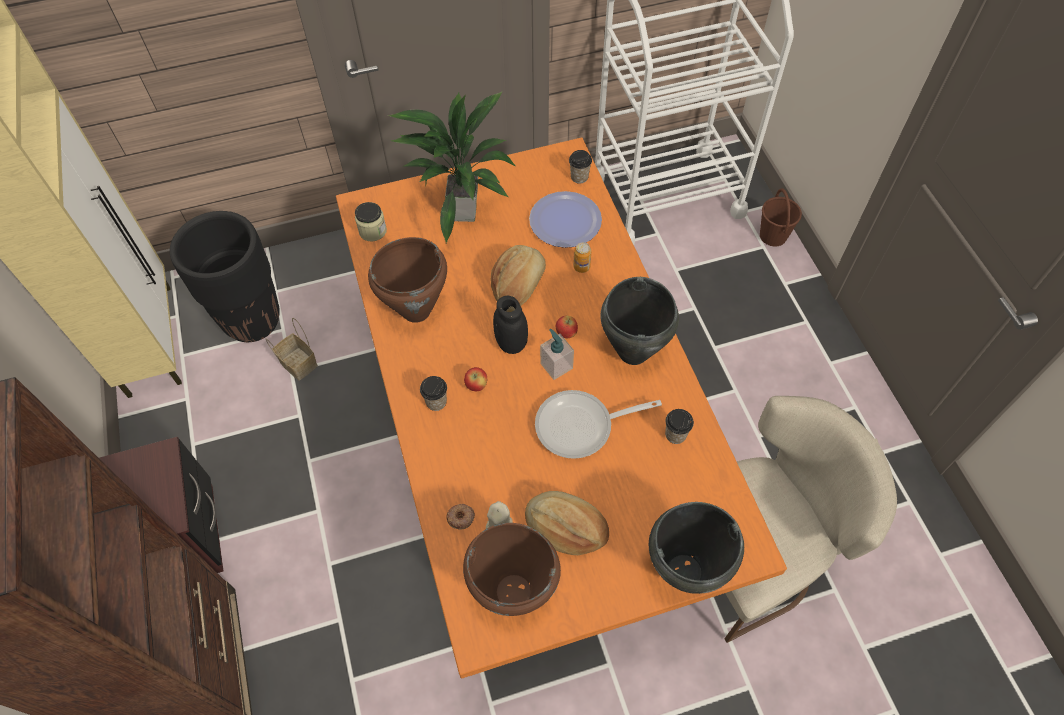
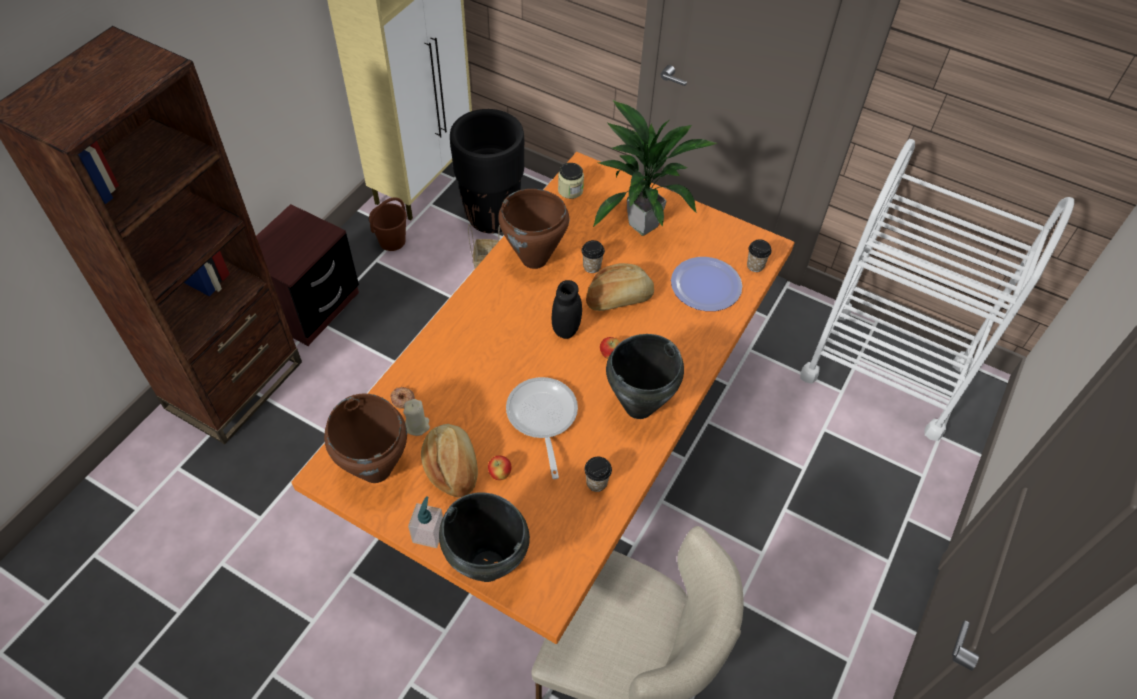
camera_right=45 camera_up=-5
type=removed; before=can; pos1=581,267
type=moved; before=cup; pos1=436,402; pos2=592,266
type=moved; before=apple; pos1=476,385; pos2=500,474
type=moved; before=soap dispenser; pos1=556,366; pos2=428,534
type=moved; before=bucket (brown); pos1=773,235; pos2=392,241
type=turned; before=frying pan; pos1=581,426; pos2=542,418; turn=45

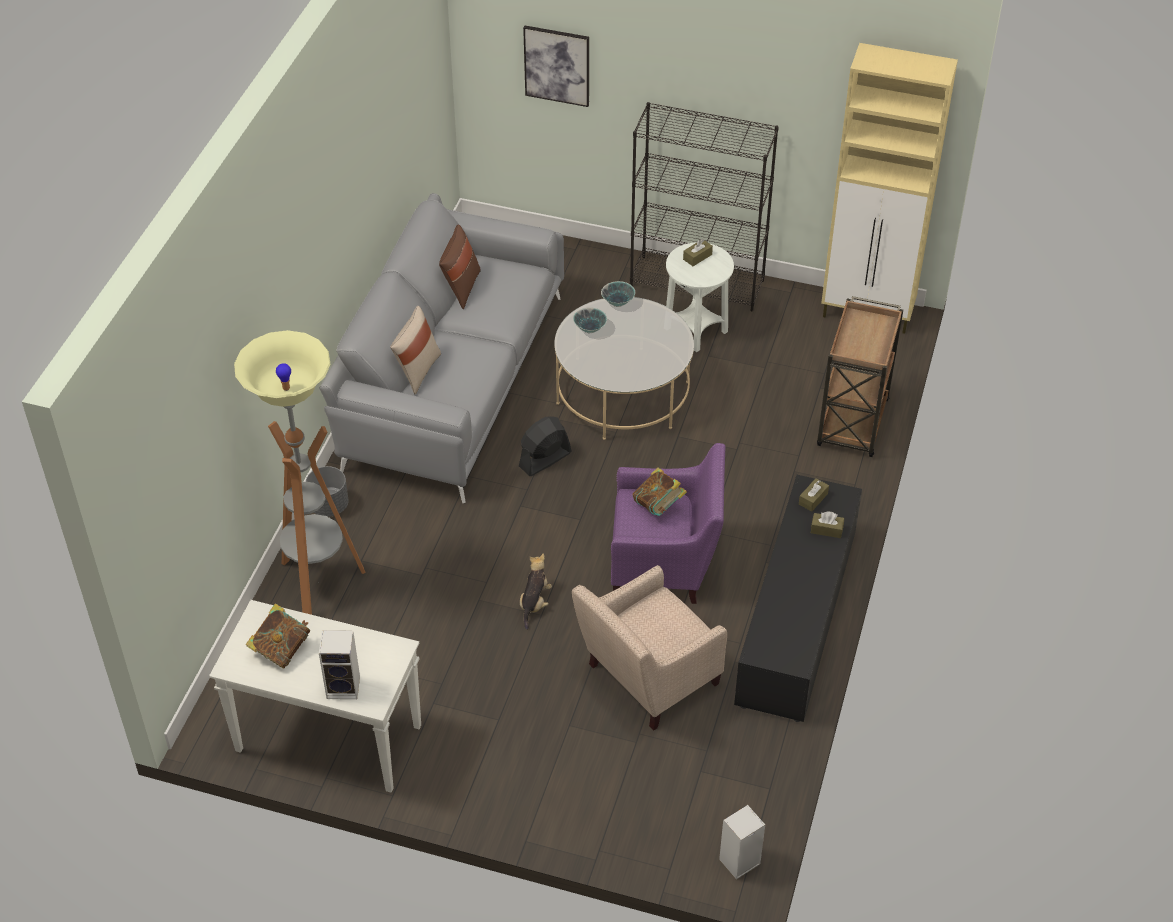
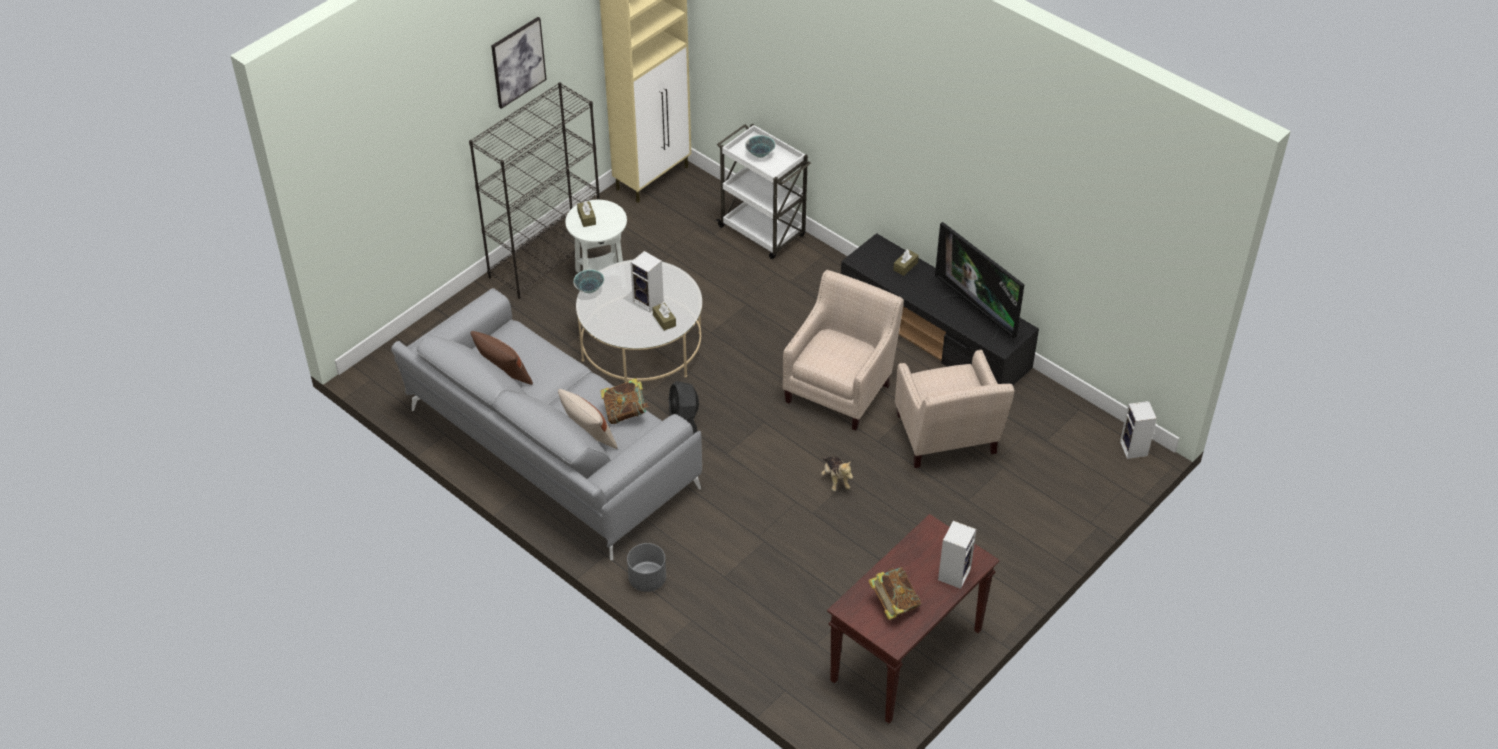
camera_right=-65 camera_up=0
type=removed; before=floor lamp; pos1=318,584
type=added; after=speaker; pos2=649,301
type=added; after=television; pos2=977,311
type=moved; before=picture; pos1=557,65; pos2=518,62
type=moved; before=bowl; pos1=590,329; pos2=760,154
type=moved; before=book; pos1=658,506; pos2=625,412
type=moved; before=tissue box (brown); pos1=813,499; pos2=664,320
type=recoloured; before=console table (white); after=console table (brown); pos1=327,739; pos2=906,657
type=recoloured; before=armchair (purple); after=armchair (beige); pos1=665,565; pos2=841,388
type=recoloured; before=cart (brown); after=cart (white); pos1=852,424; pos2=763,232
type=turned; before=plush toy; pos1=534,603; pos2=835,479; turn=-150

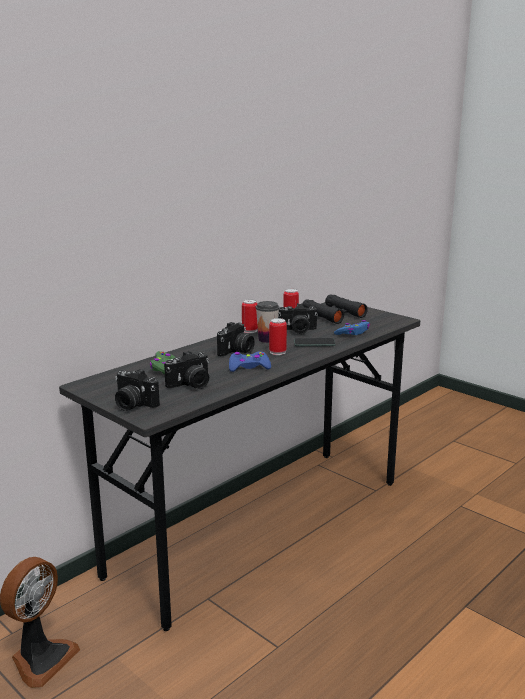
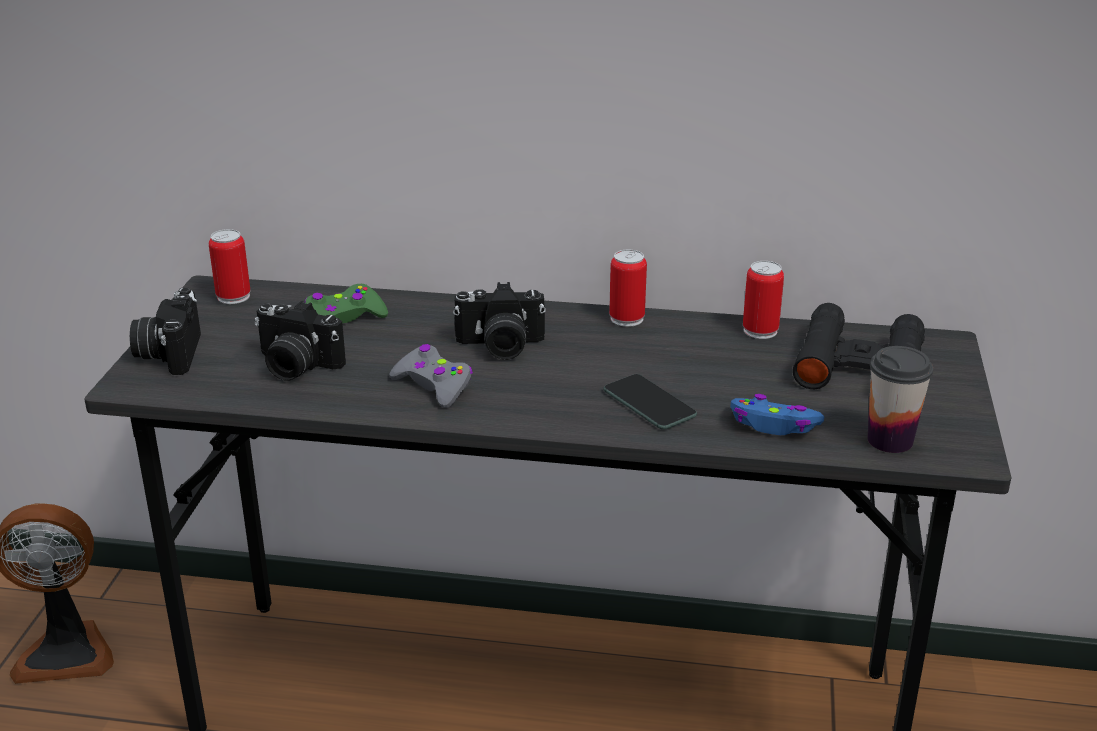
camera_right=55 camera_up=10
type=removed; before=photo camera; pos1=297,330
type=moved; before=cup; pos1=267,339; pos2=890,440
type=moved; before=can; pos1=277,352; pos2=233,296
type=recoloured; before=game controller (blue); after=game controller (grey); pos1=248,367; pos2=434,385

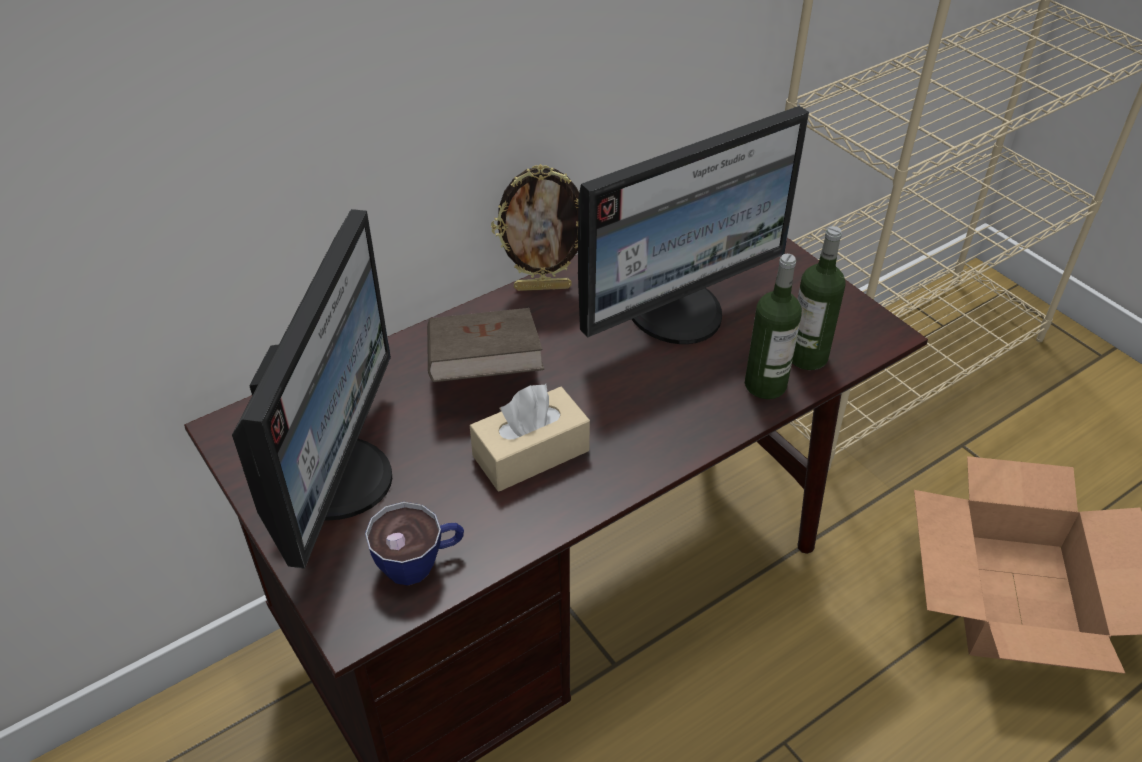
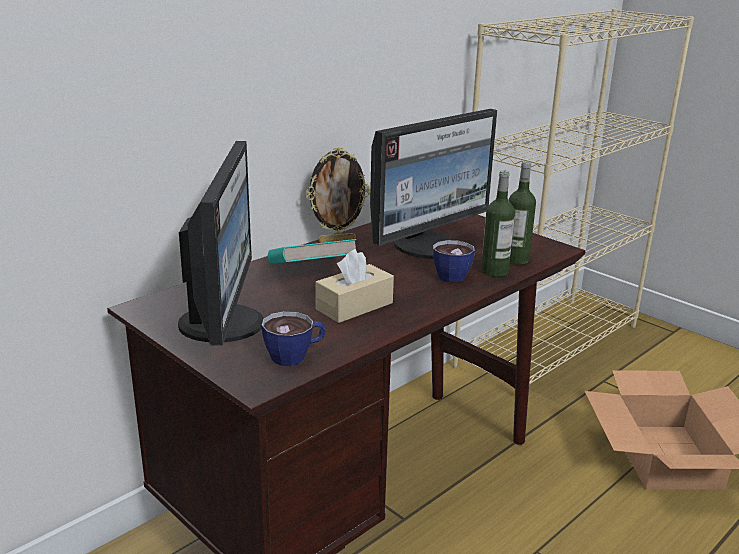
camera_right=-10 camera_up=-20
type=added; after=cup; pos2=451,274
type=recoloured; before=book (brown); after=book (turquoise); pos1=484,370; pos2=310,274

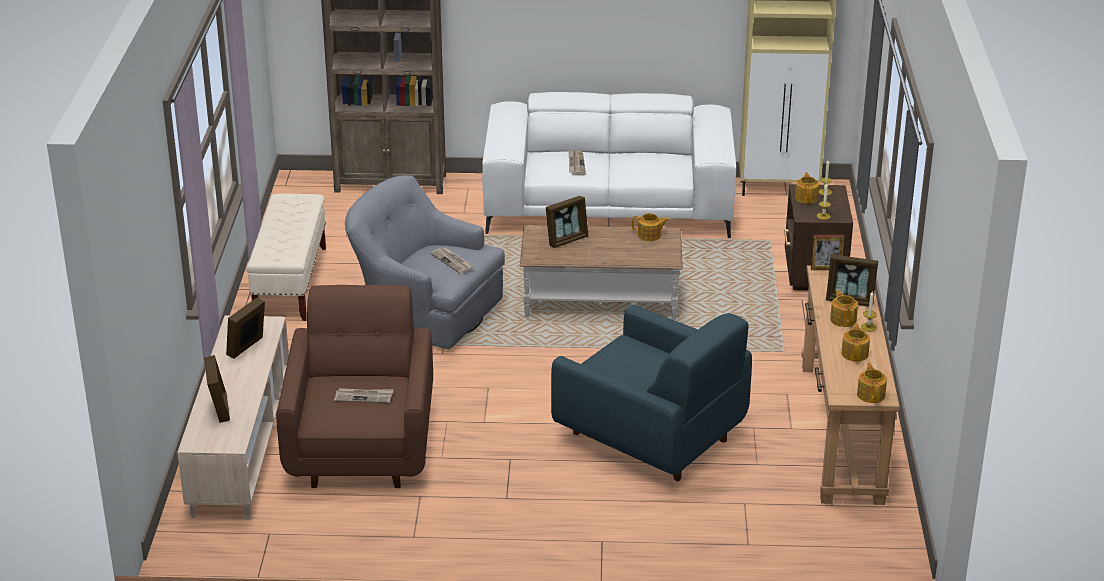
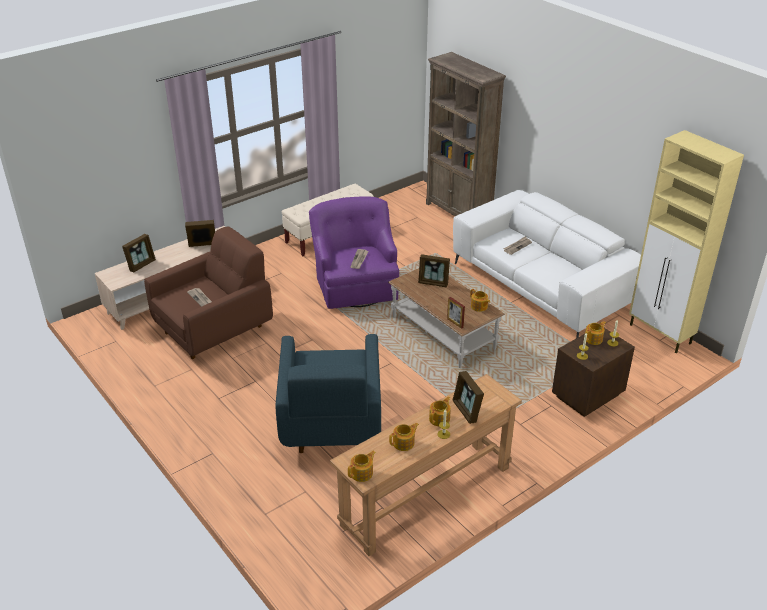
camera_right=50 camera_up=5
type=moved; before=picture frame; pos1=826,269; pos2=455,323
type=recoloured; before=armchair (grey); after=armchair (purple); pos1=425,312; pos2=355,284

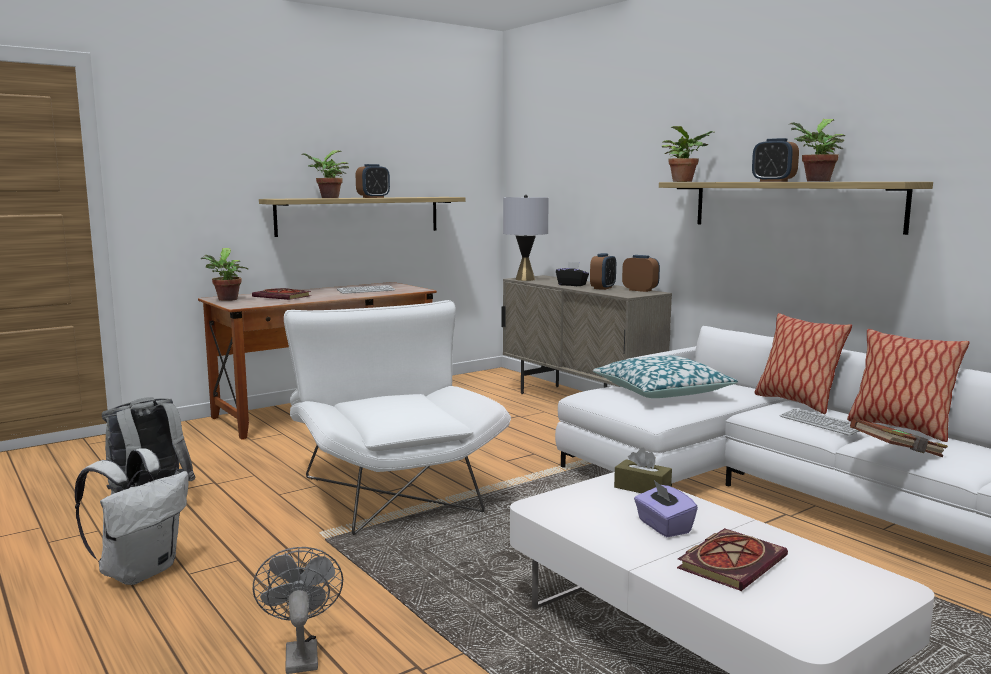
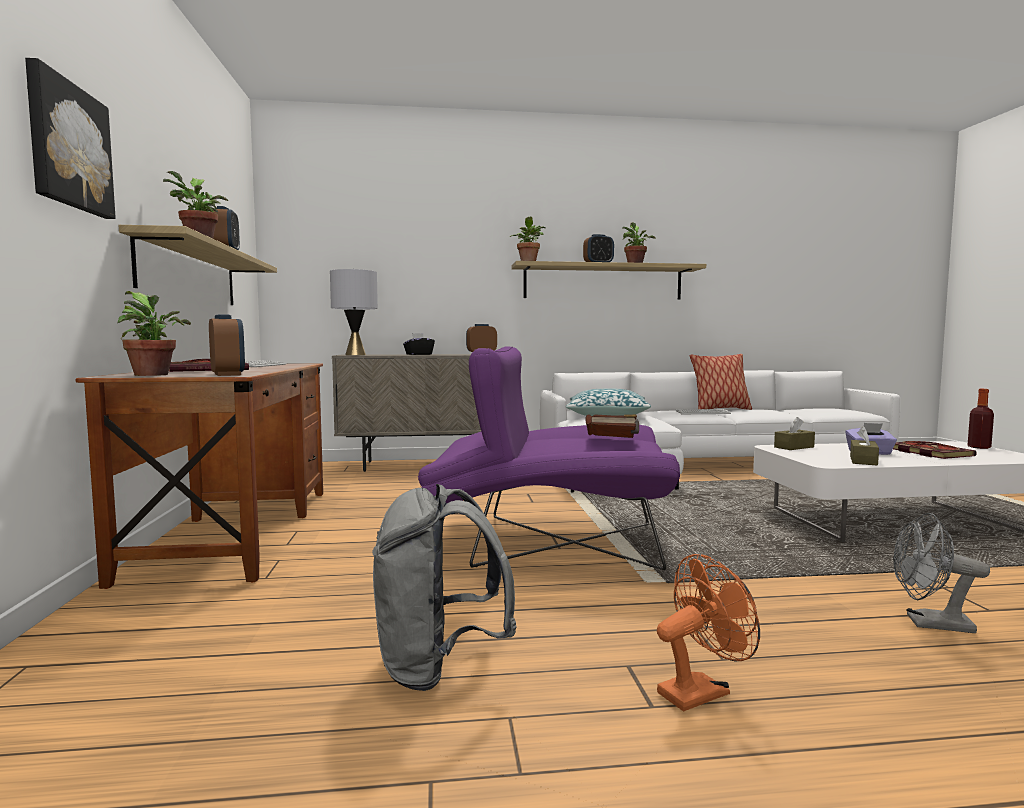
camera_right=-60 camera_up=-5
type=removed; before=pillow; pos1=796,402
type=added; after=picture; pos2=68,146
type=added; after=tissue box (brown); pos2=863,461
type=added; after=bottle; pos2=979,447
type=moved; before=alarm clock; pos1=603,288; pos2=227,374
type=moved; before=book (brown); pos1=897,454; pos2=612,442
type=replaced; before=backpack (white); after=fan (orange); pos1=140,571; pos2=700,691
type=recoloured; before=armchair (white); after=armchair (purple); pos1=390,487; pos2=549,542

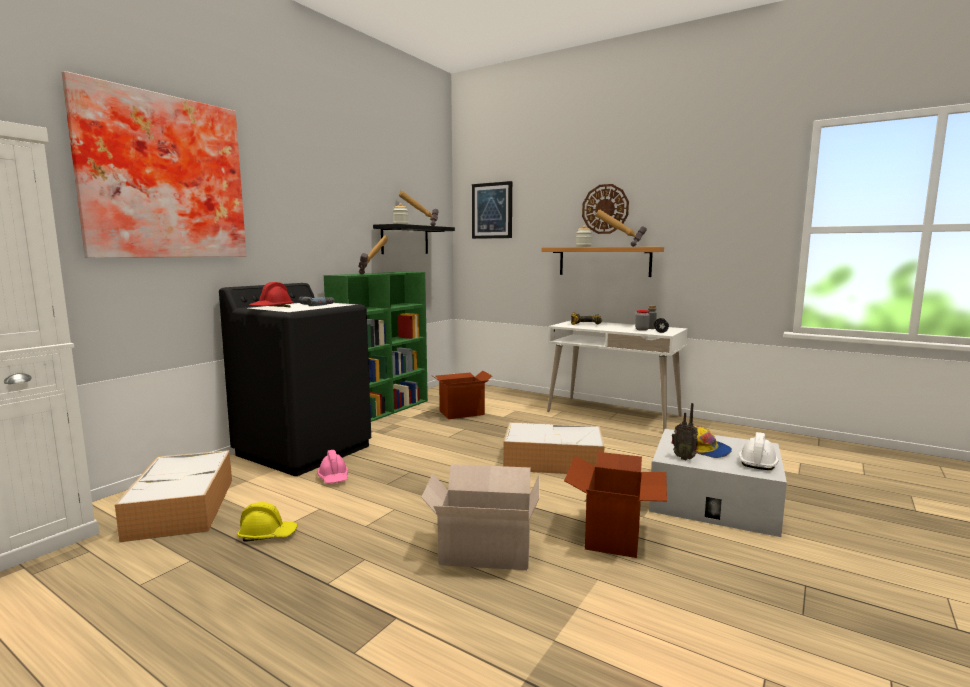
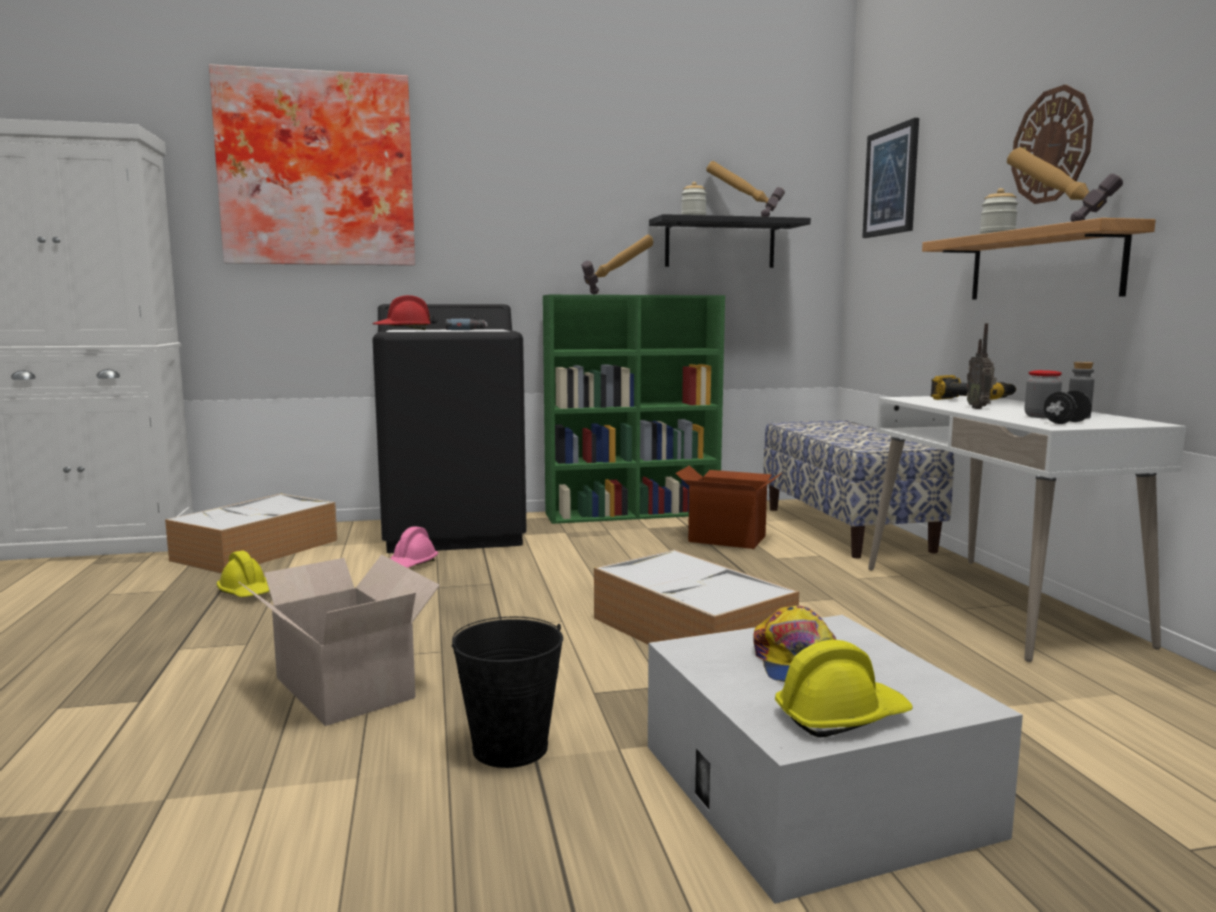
camera_right=45 camera_up=0
type=added; after=bench; pos2=846,529
type=moved; before=radio; pos1=683,458; pos2=979,408
type=replaced; before=cardboard box; after=bucket (black); pos1=614,536; pos2=510,748
type=recoloured; before=hard hat (white); after=hard hat (yellow); pos1=757,462; pos2=841,717

